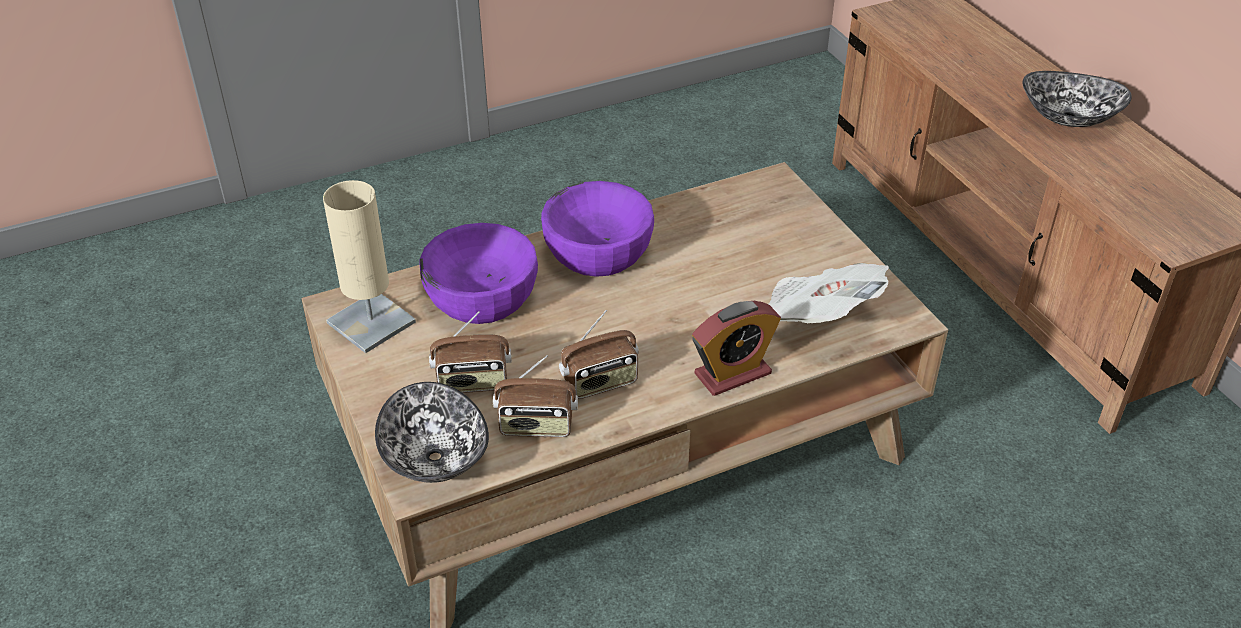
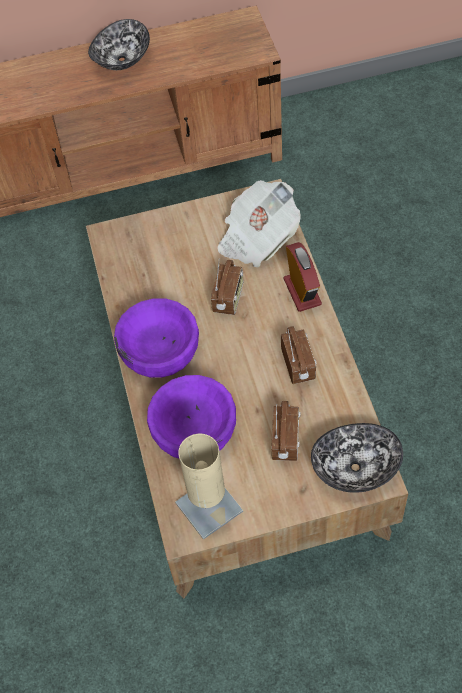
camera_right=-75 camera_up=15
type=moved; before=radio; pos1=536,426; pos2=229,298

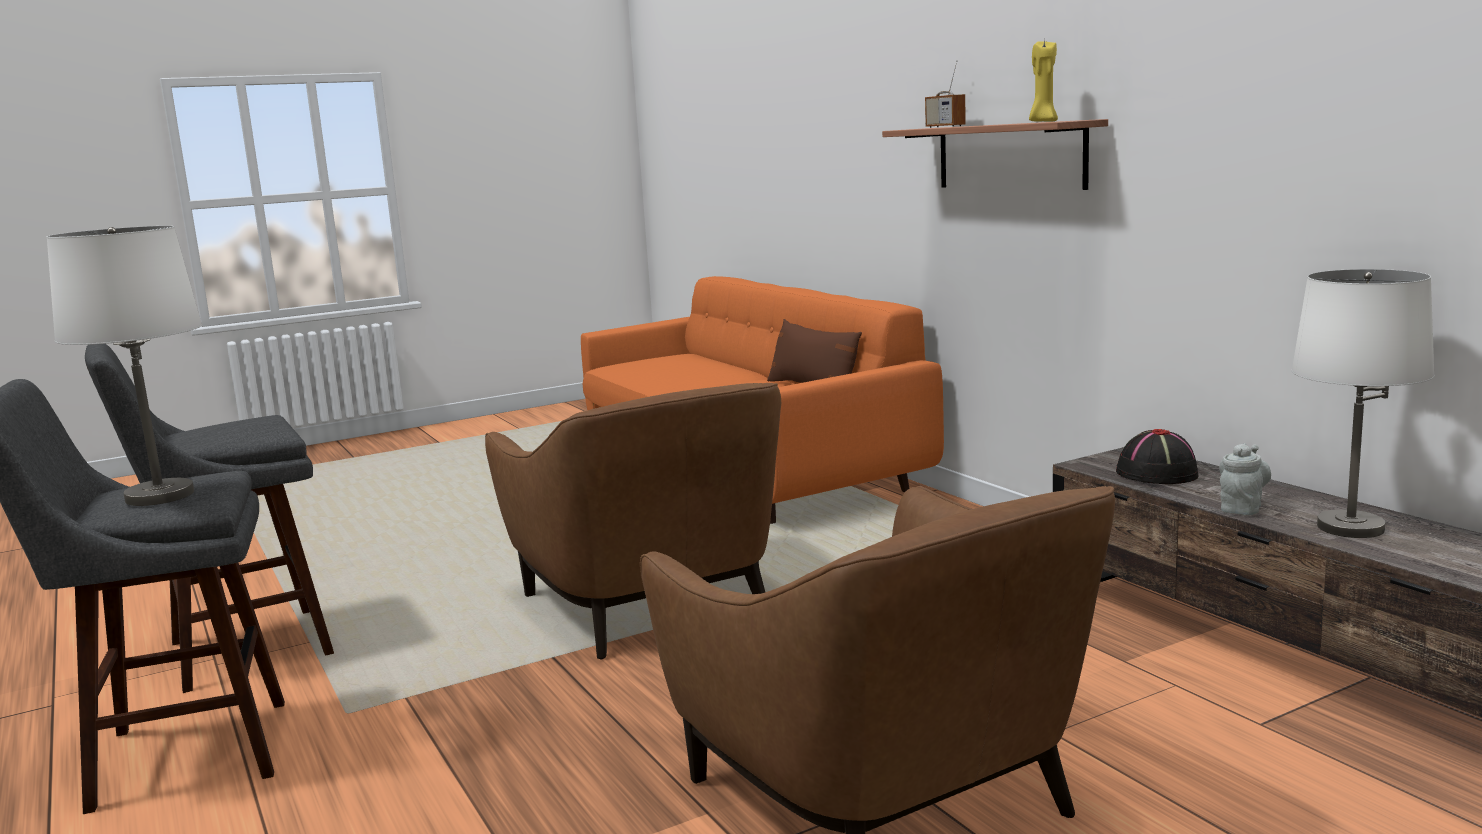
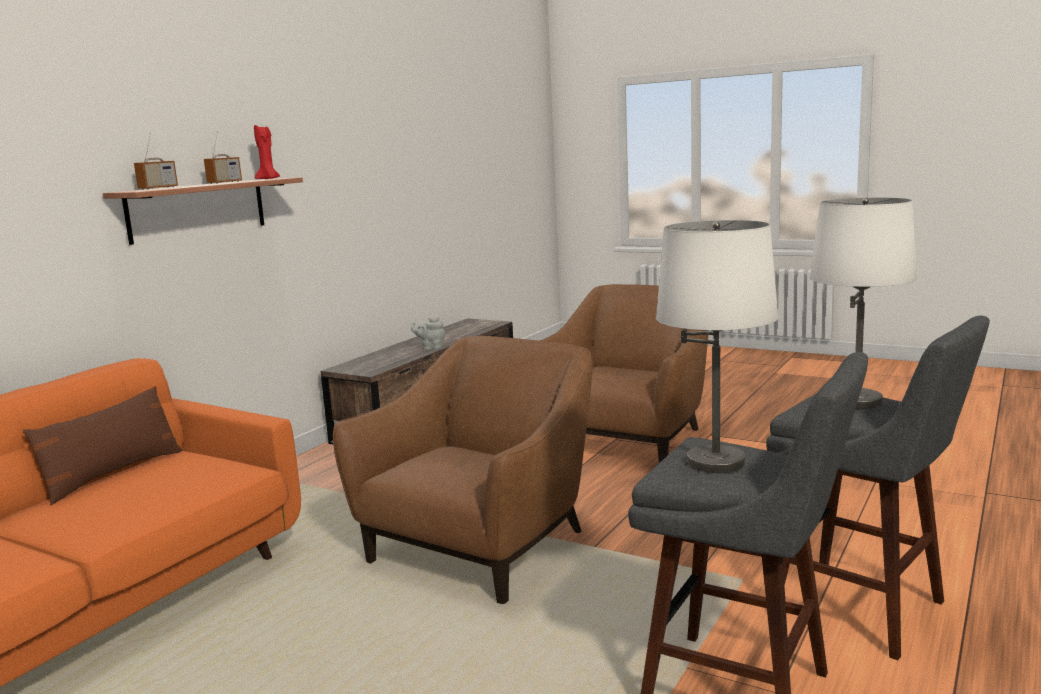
camera_right=-120 camera_up=0
type=removed; before=hat (black); pos1=1156,474
type=added; after=radio; pos2=224,182
type=moved; before=table lamp (white); pos1=1351,528; pos2=716,462
type=recoloured; before=candle (yellow); after=candle (red); pos1=1042,122; pos2=268,179

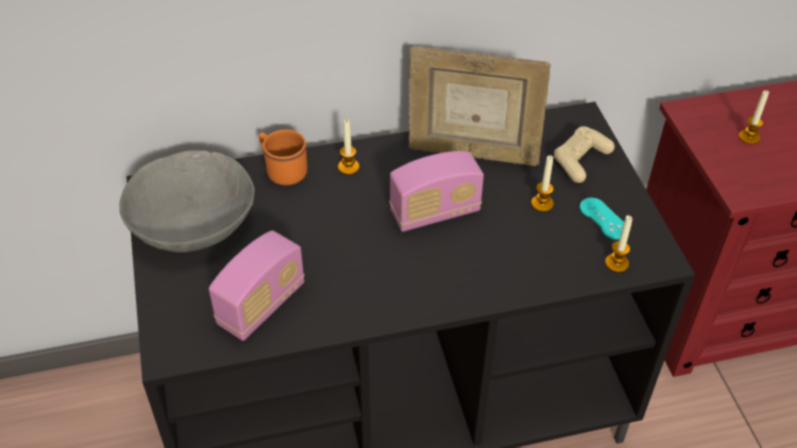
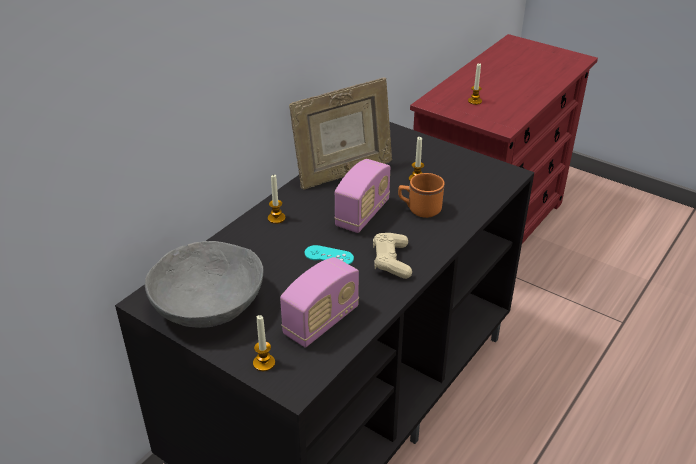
camera_right=-40 camera_up=-10
type=moved; before=mug (orange); pos1=282,170; pos2=419,209
type=moved; before=game controller (beige); pos1=580,160; pos2=391,261
type=moved; before=game controller (turquoise); pos1=603,218; pos2=329,256
type=moved; before=candle; pos1=616,263; pos2=264,363
type=turned; before=radio; pos1=261,305; pos2=321,322; turn=45

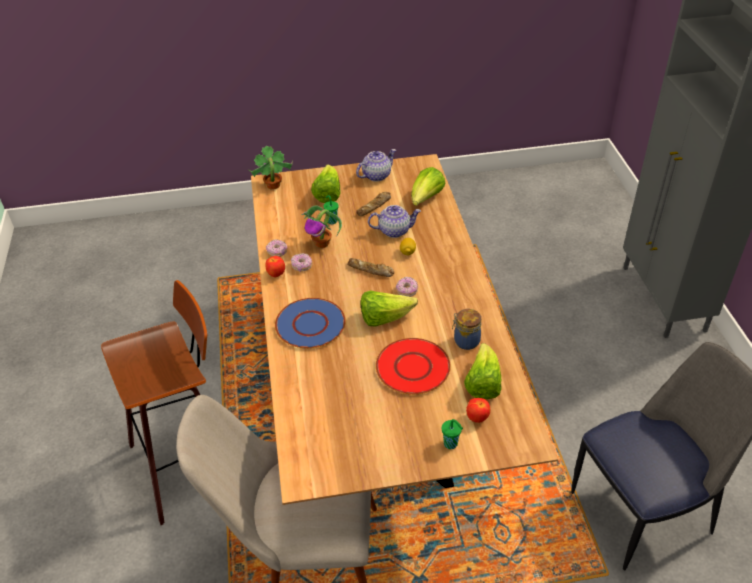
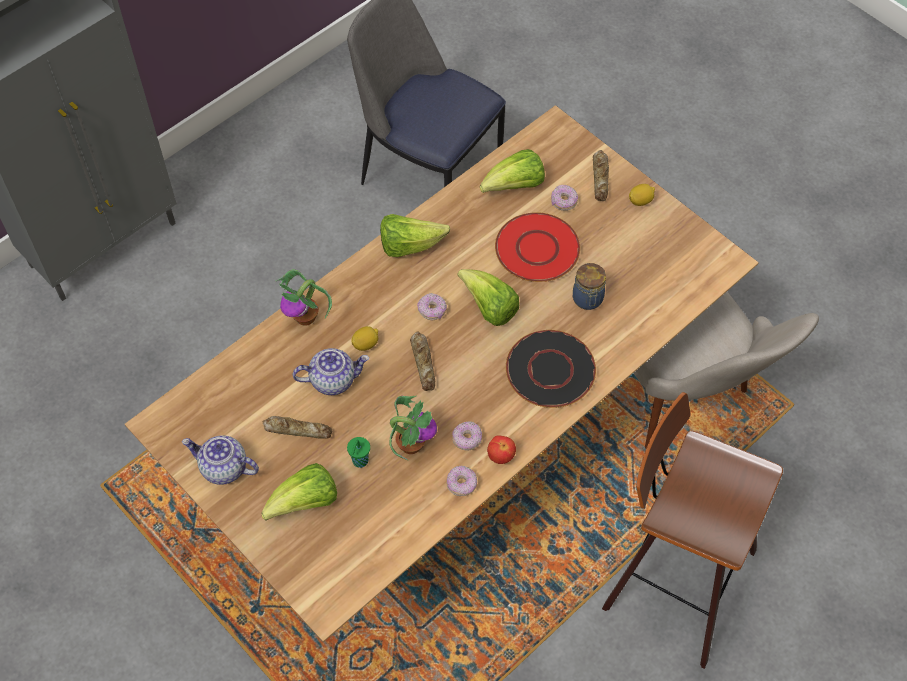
camera_right=-125 camera_up=15
type=removed; before=apple; pos1=477,418
type=added; after=donut; pos2=563,202
type=added; after=lemon; pos2=640,201
type=moved; before=potted plant; pos1=273,185; pos2=306,317
type=moved; before=lettuce; pos1=426,199; pos2=409,246
type=moved; before=jar; pos1=465,341; pos2=587,300
type=replaced; before=cup (green); after=bread; pos1=451,444; pos2=600,178
type=recoloured; before=plate (blue); after=plate (black); pos1=311,324; pos2=550,369
type=turned; before=teapot; pos1=394,230; pos2=333,379; turn=120

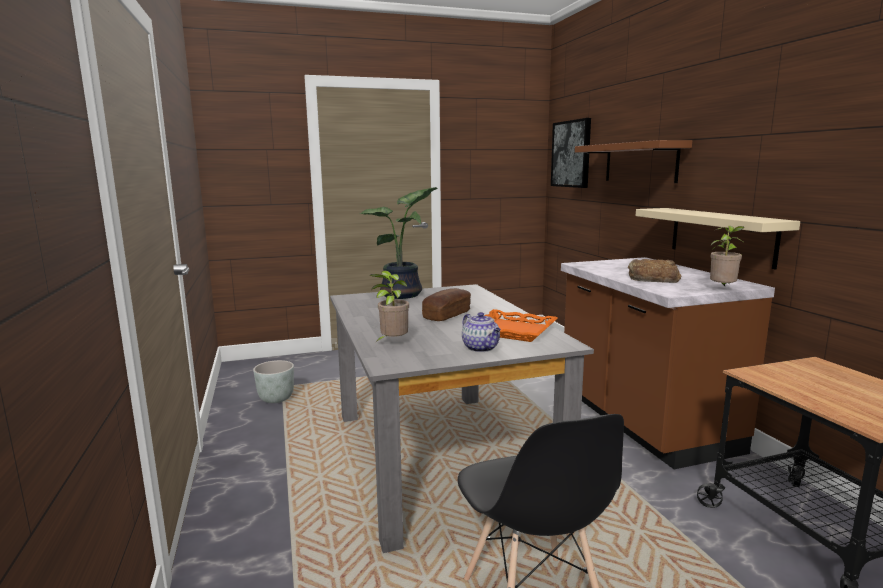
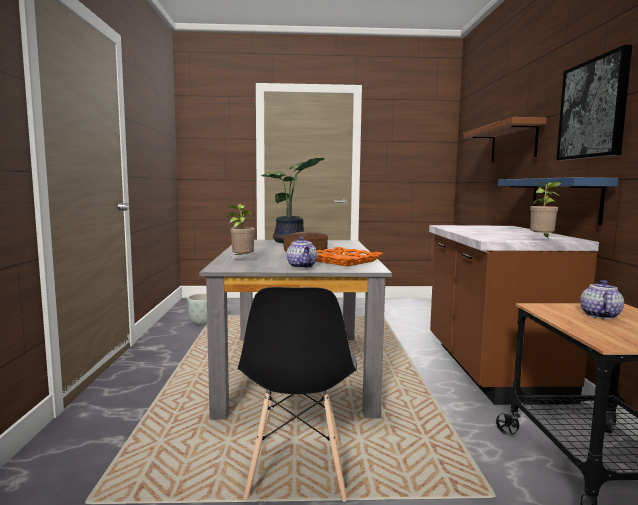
camera_right=15 camera_up=-5
type=removed; before=bread; pos1=652,278
type=added; after=teapot; pos2=599,315
type=moved; before=picture; pos1=571,154; pos2=593,109
type=recoloured; before=shelf (beige); after=shelf (blue); pos1=721,235; pos2=564,199

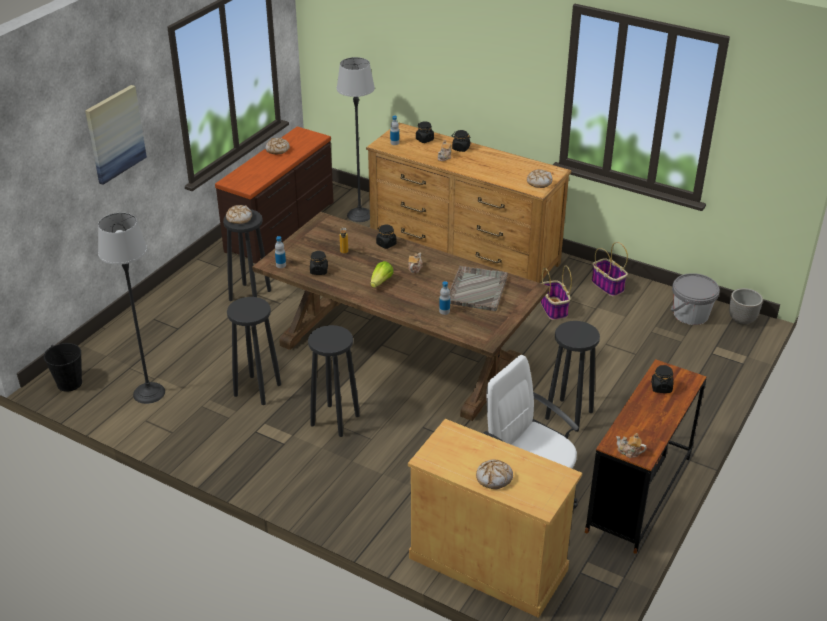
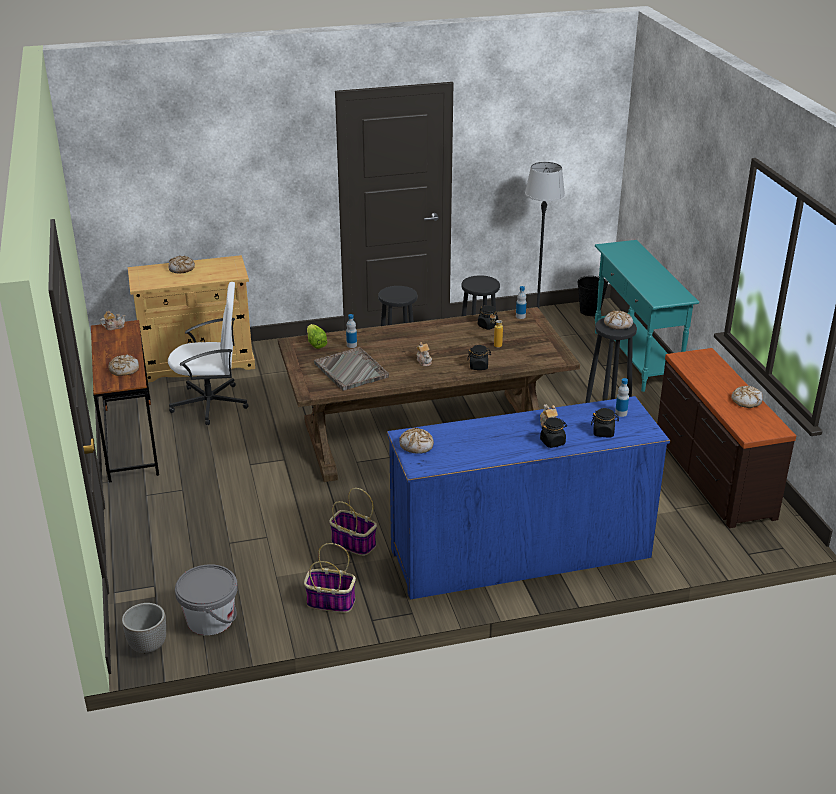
camera_right=135 camera_up=-5
type=removed; before=picture; pos1=115,134
type=removed; before=floor lamp; pos1=360,215
type=removed; before=stool (black); pos1=568,415
type=added; after=console table (turquoise); pos2=635,359
type=moved; before=lettuce; pos1=381,282; pos2=315,343
type=replaced; before=jar (black); after=bread; pos1=661,387; pos2=124,370
type=recoloured; before=dresser (brown); after=dresser (blue); pos1=464,251; pos2=520,553

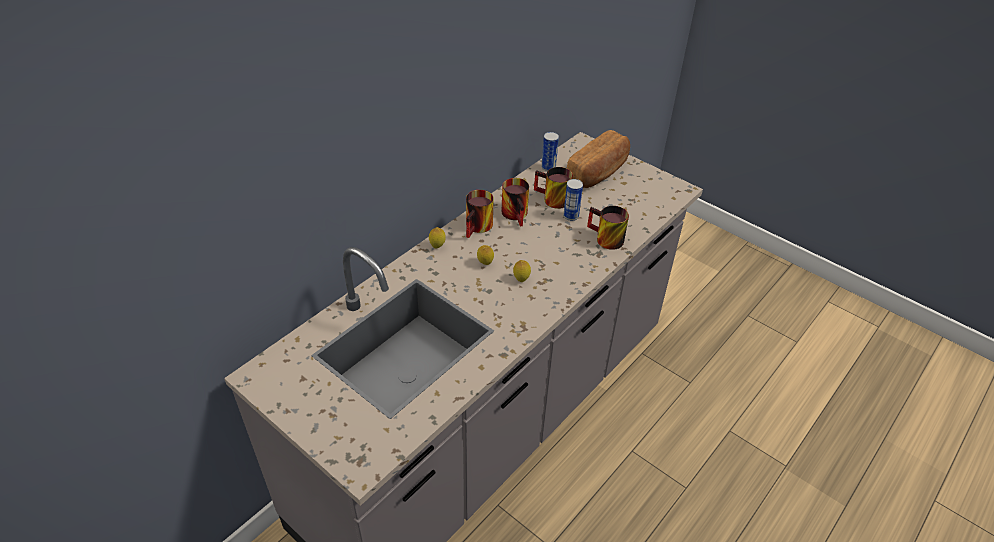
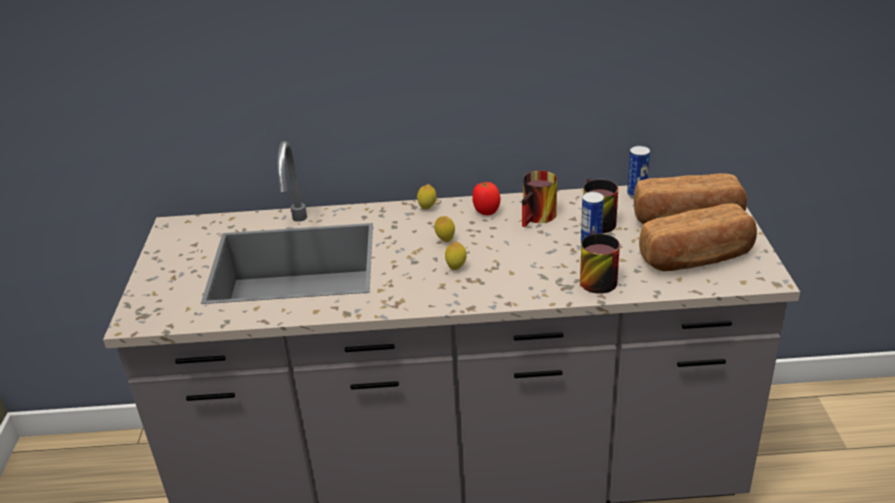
camera_right=50 camera_up=-10
type=added; after=bread; pos2=697,258
type=replaced; before=mug; after=tomato; pos1=479,227; pos2=486,212

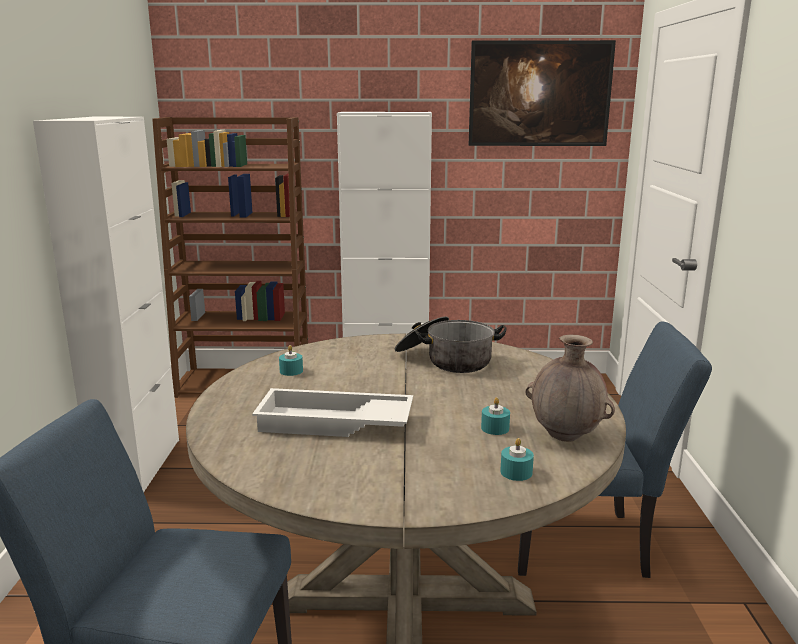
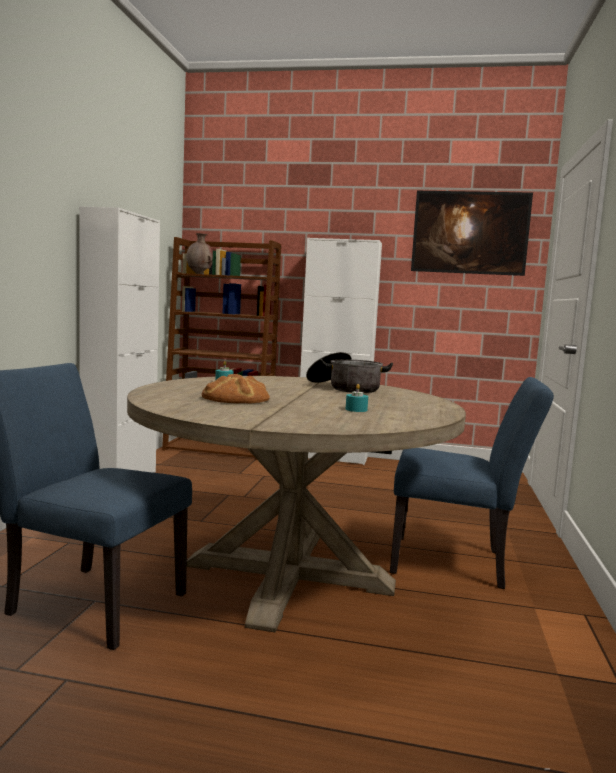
camera_right=10 camera_up=-10
type=removed; before=candle (turquoise); pos1=516,472
type=moved; before=vase (brown); pos1=566,436; pos2=200,274
type=replaced; before=tray (white); after=bread; pos1=333,424; pos2=236,398

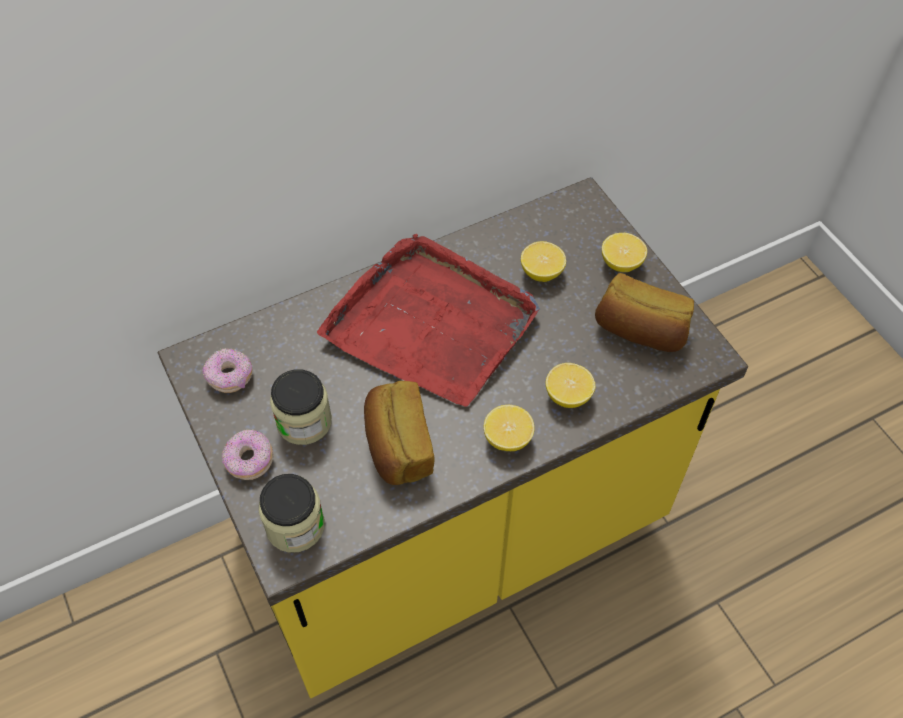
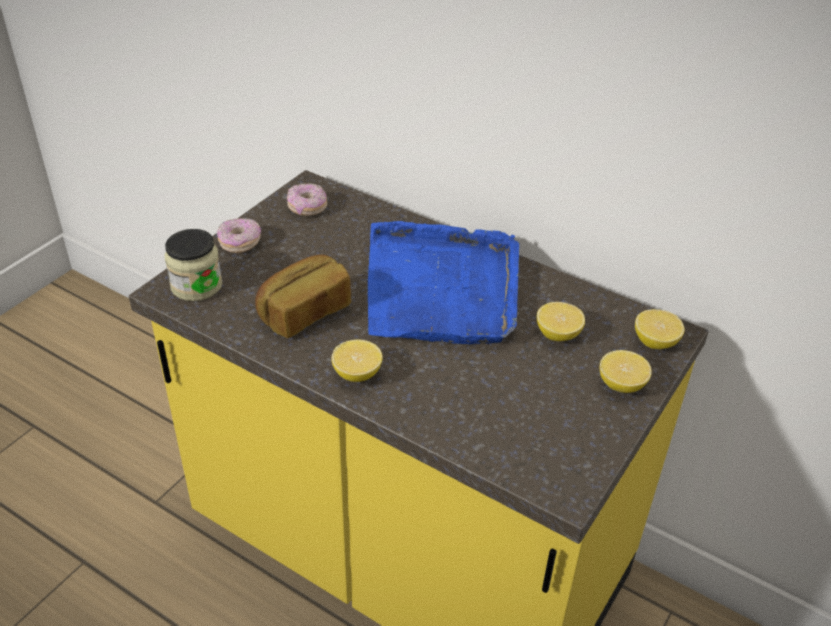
camera_right=60 camera_up=-15
type=removed; before=jar; pos1=304,421
type=removed; before=bread; pos1=640,331
type=moved; before=lemon; pos1=568,395; pos2=655,342
type=recoloured; before=tray (red); after=tray (blue); pos1=432,323; pos2=441,288

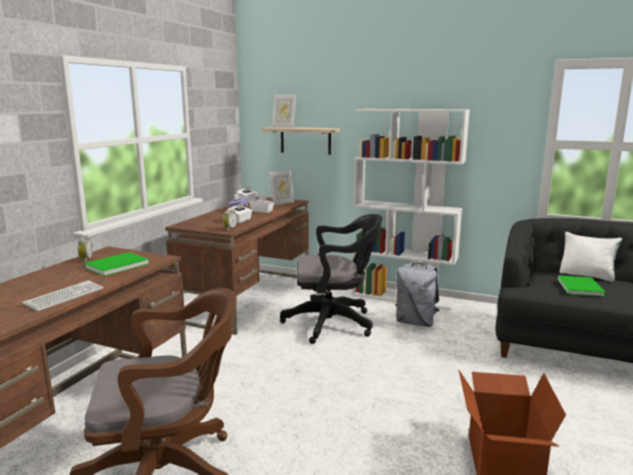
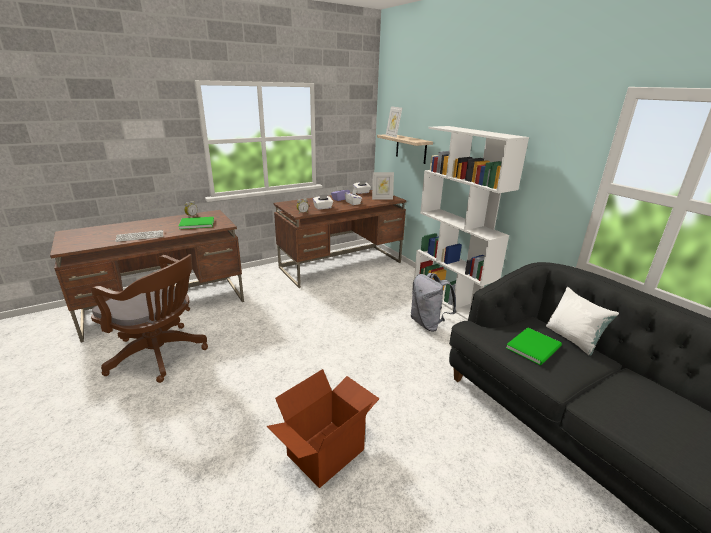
camera_right=35 camera_up=10
type=removed; before=office chair (black); pos1=334,323

